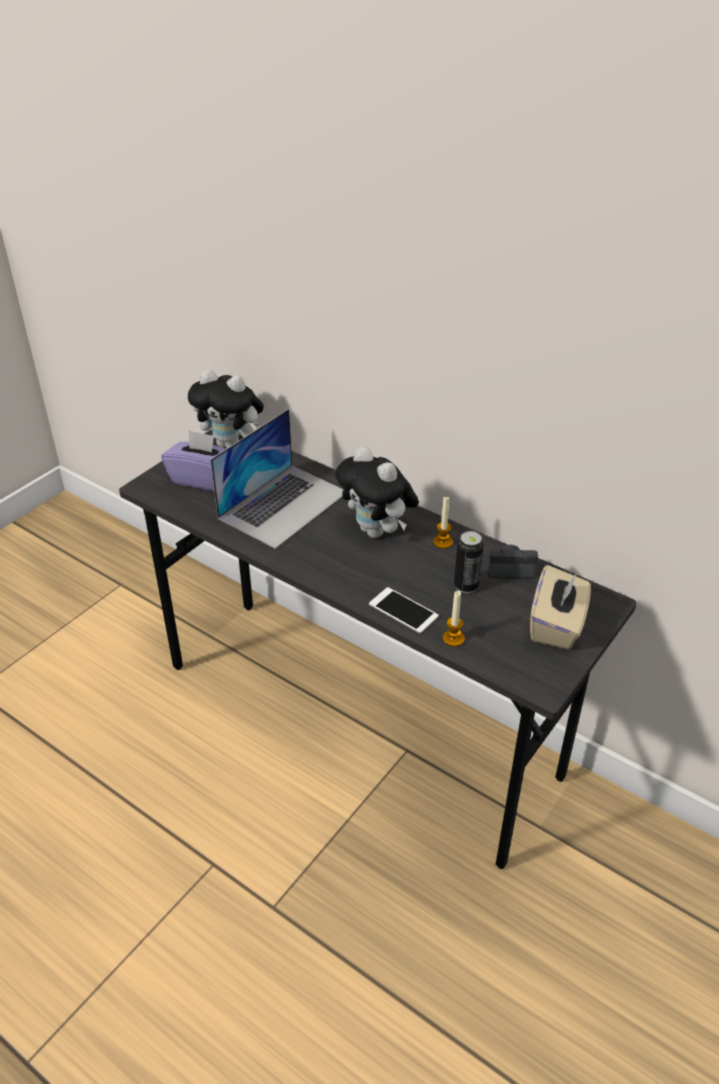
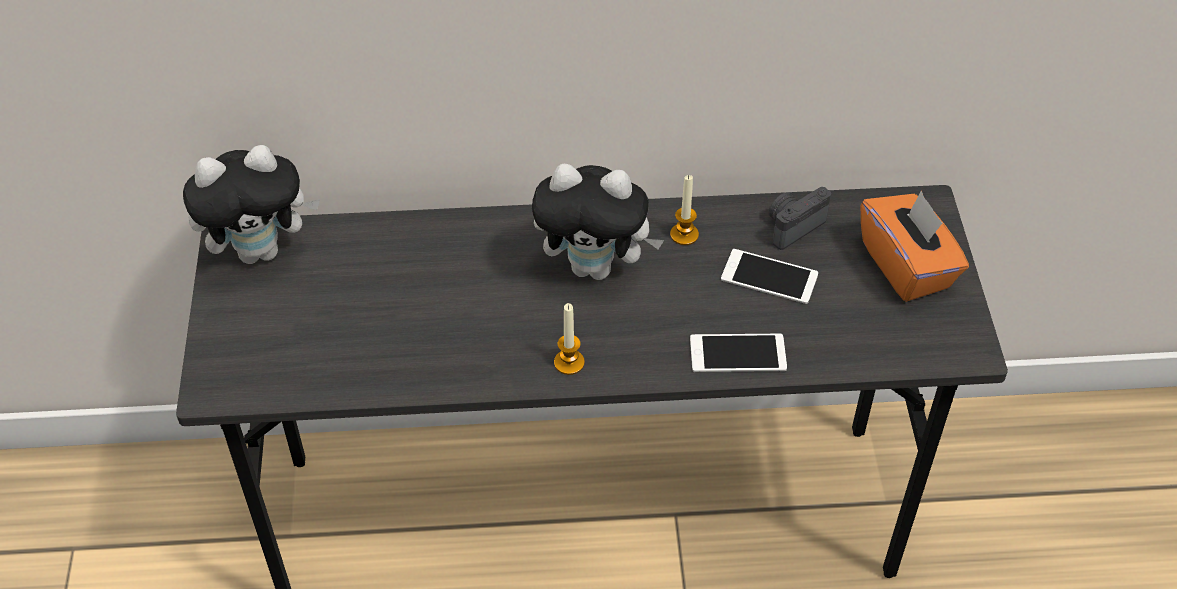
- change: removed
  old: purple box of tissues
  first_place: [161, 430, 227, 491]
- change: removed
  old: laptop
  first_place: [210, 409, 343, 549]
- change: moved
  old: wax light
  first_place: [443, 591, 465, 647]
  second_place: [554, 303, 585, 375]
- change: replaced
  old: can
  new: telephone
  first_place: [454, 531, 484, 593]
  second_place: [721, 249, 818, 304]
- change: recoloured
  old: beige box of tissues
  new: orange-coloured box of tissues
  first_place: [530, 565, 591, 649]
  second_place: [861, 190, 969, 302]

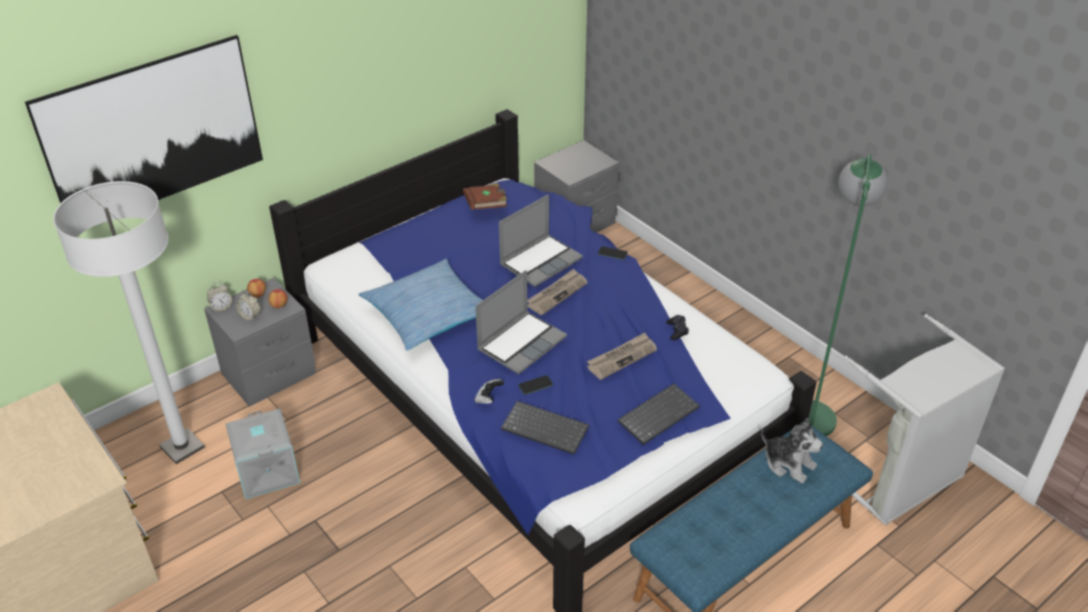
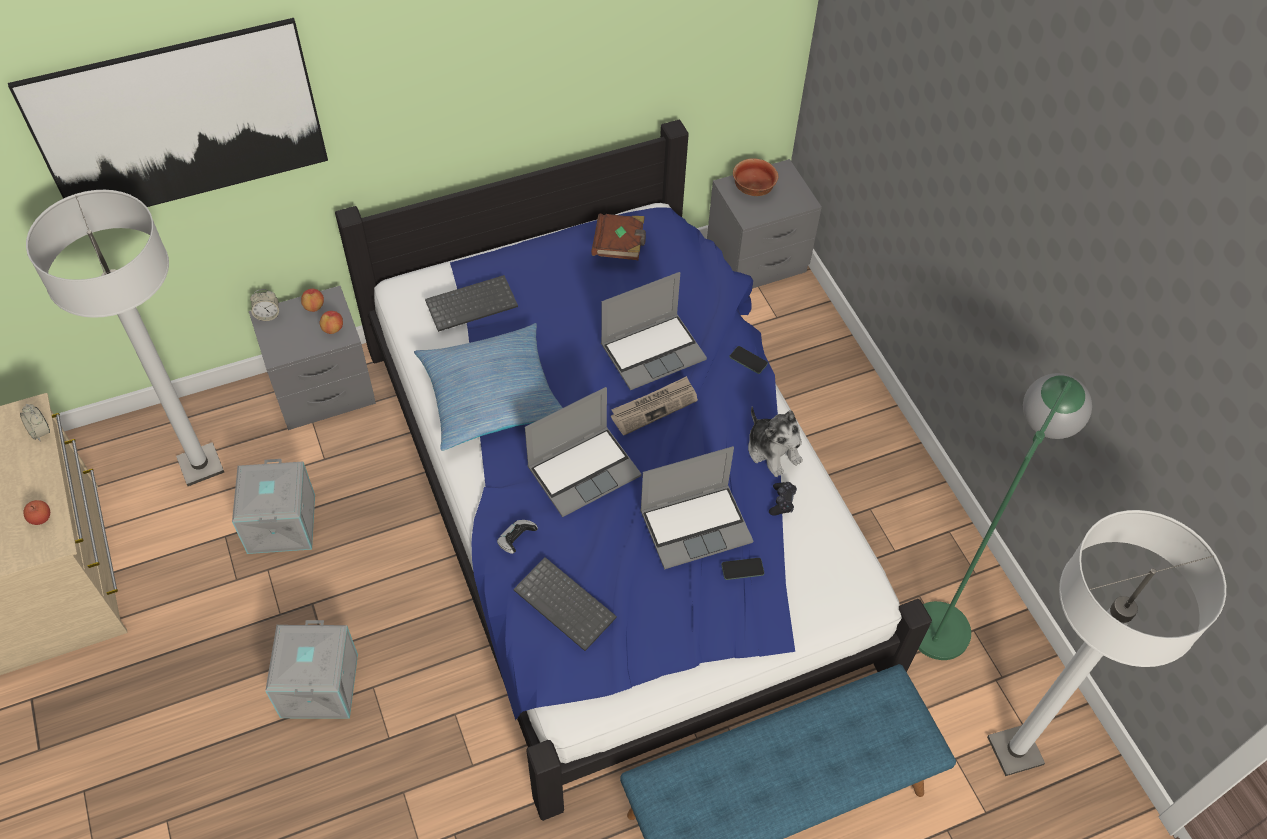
- change: added
  new: apple fruit
  second_place: [23, 500, 50, 525]
- change: added
  new: greyish storage box
  second_place: [265, 620, 358, 719]
- change: added
  new: serving bowl
  second_place: [733, 158, 778, 196]
- change: moved
  old: bedside clock
  first_place: [236, 291, 261, 321]
  second_place: [20, 404, 50, 442]
- change: moved
  old: telephone
  first_place: [518, 375, 553, 395]
  second_place: [721, 558, 764, 580]
- change: moved
  old: PC keyboard
  first_place: [618, 384, 700, 445]
  second_place: [425, 275, 518, 332]
- change: moved
  old: plush toy
  first_place: [761, 418, 823, 483]
  second_place: [748, 407, 803, 477]
- change: replaced
  old: newspaper
  new: laptop
  first_place: [587, 332, 657, 380]
  second_place: [640, 446, 753, 569]
- change: replaced
  old: greyish laundry basket
  new: whitish floor lamp
  first_place: [844, 314, 1005, 526]
  second_place: [987, 510, 1226, 776]

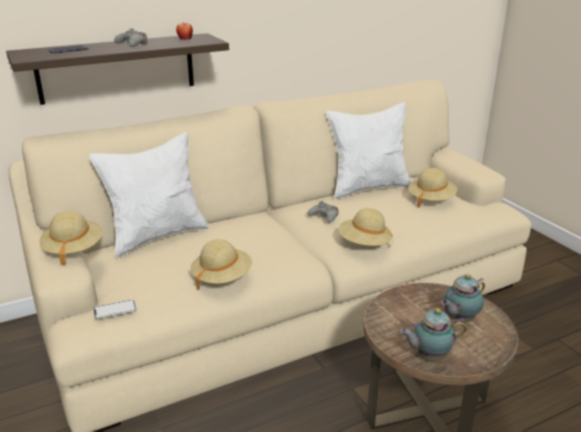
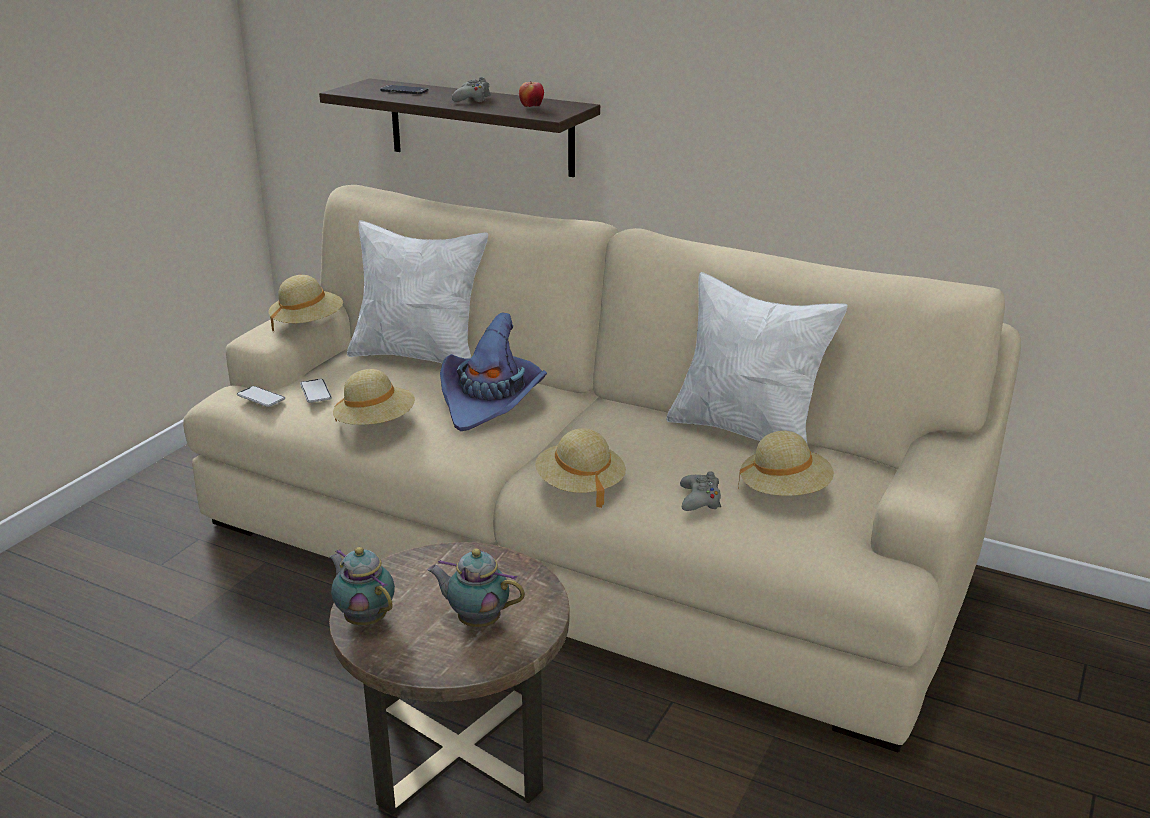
- change: added
  new: telephone
  second_place: [300, 379, 332, 403]
- change: added
  new: purple wearable hat
  second_place: [440, 312, 547, 431]
- change: moved
  old: greyish joypad
  first_place: [308, 201, 339, 223]
  second_place: [680, 471, 721, 511]

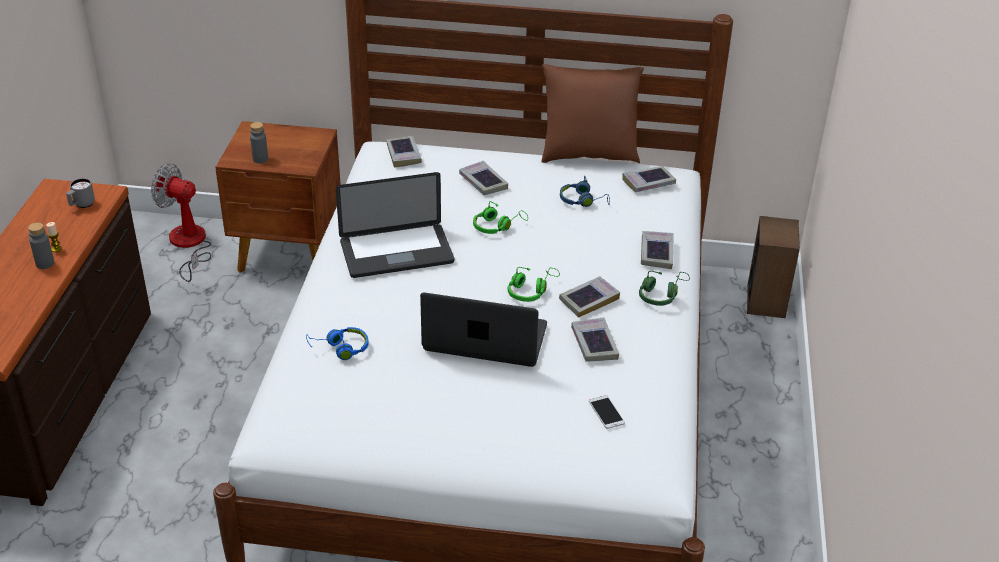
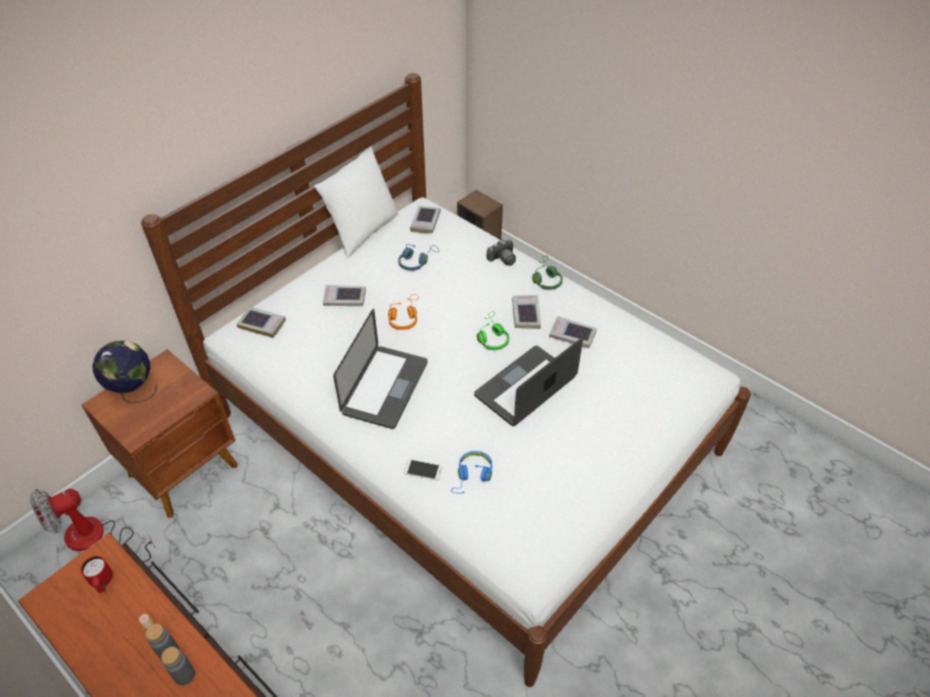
- change: added
  new: desk globe
  second_place: [93, 340, 157, 403]
- change: moved
  old: greyish bottle
  first_place: [250, 122, 268, 163]
  second_place: [161, 647, 195, 685]
- change: moved
  old: telephone
  first_place: [589, 395, 625, 429]
  second_place: [404, 459, 442, 480]
- change: replaced
  old: bound book
  new: photo camera
  first_place: [641, 231, 674, 269]
  second_place: [487, 239, 516, 266]
- change: recoloured
  old: greyish tea mug
  new: red-coloured tea mug
  first_place: [66, 178, 95, 208]
  second_place: [81, 556, 113, 593]
- change: recoloured
  old: green-coloured headset
  new: orange-coloured headset
  first_place: [473, 201, 528, 234]
  second_place: [388, 294, 419, 330]
- change: recoloured
  old: brown-coloured cushion
  new: whitish cushion
  first_place: [541, 64, 644, 163]
  second_place: [314, 146, 398, 259]

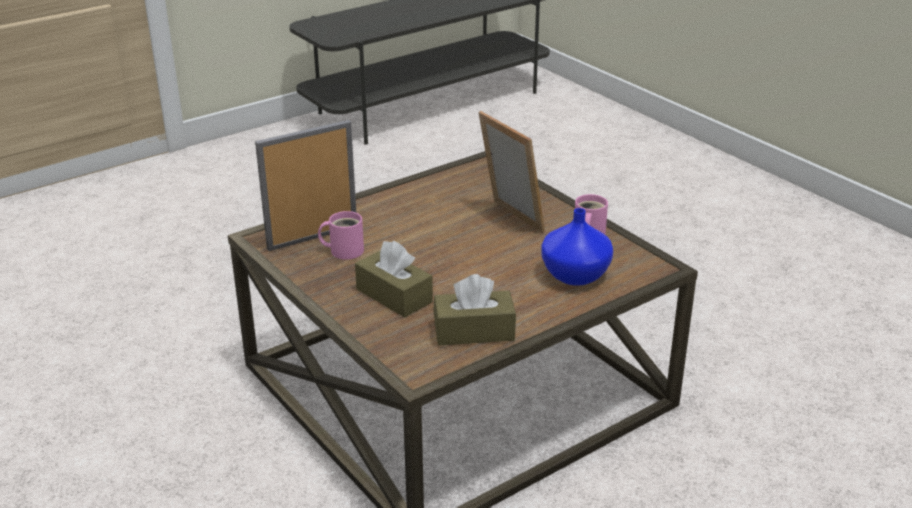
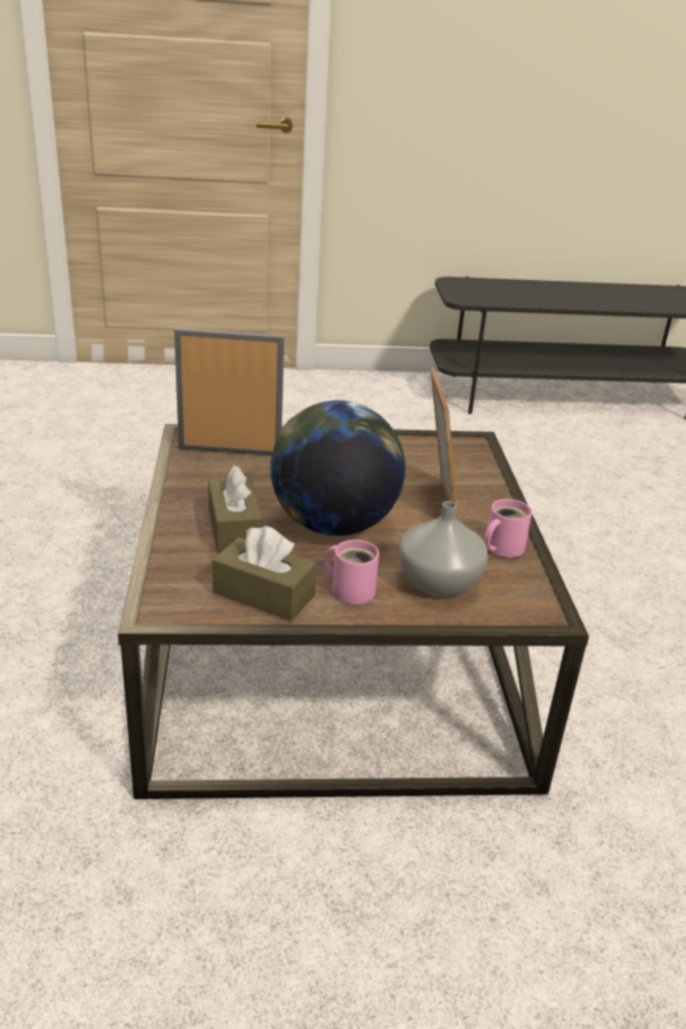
- change: added
  new: desk globe
  second_place: [271, 400, 405, 536]
- change: moved
  old: pink-coloured tea mug
  first_place: [318, 211, 364, 260]
  second_place: [324, 540, 379, 604]
- change: recoloured
  old: blue-coloured flower vase
  new: greyish flower vase
  first_place: [541, 208, 613, 286]
  second_place: [398, 501, 488, 597]

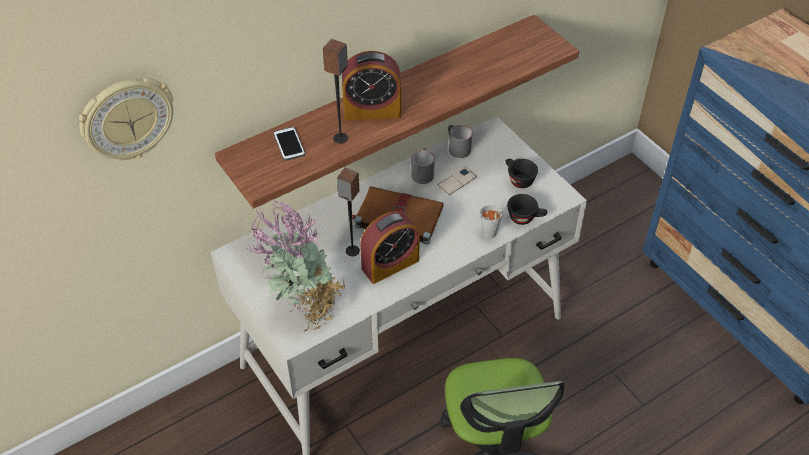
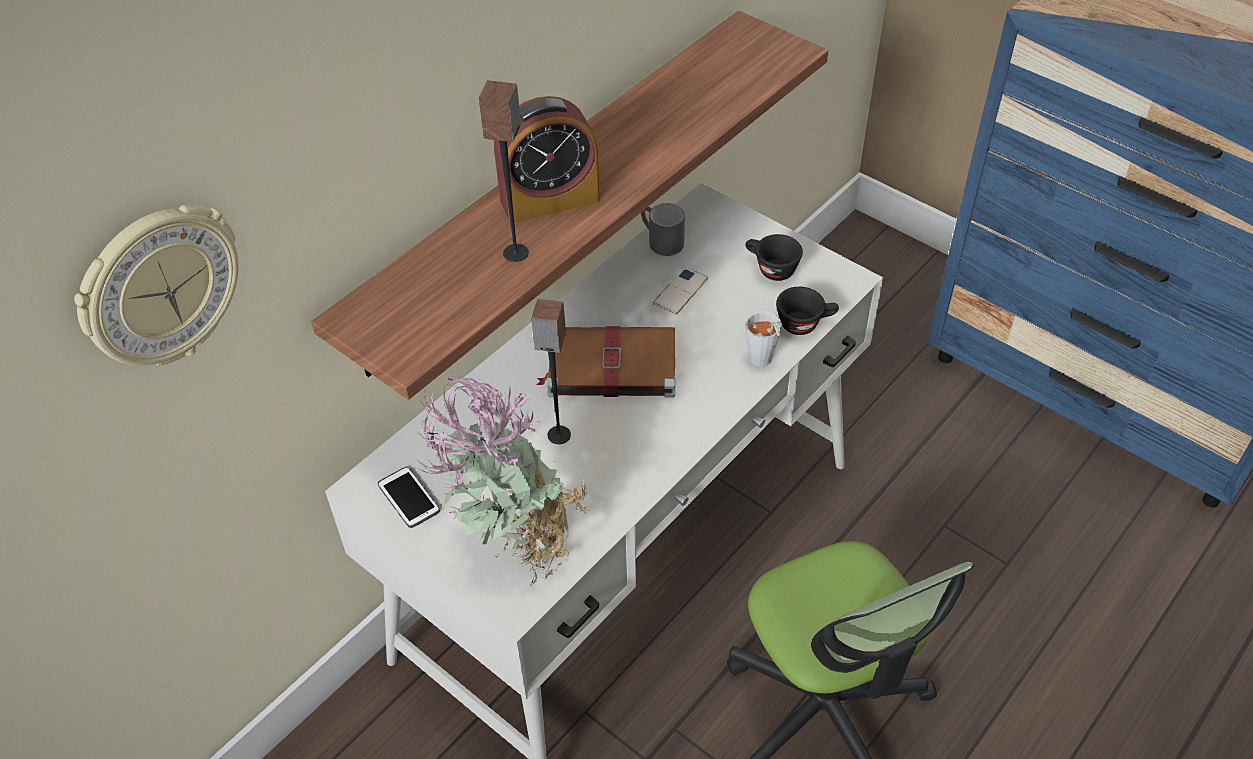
- change: removed
  old: bedside clock
  first_place: [360, 211, 420, 284]
- change: removed
  old: greyish tea mug
  first_place: [411, 148, 435, 184]
- change: moved
  old: telephone
  first_place: [273, 127, 305, 161]
  second_place: [378, 467, 440, 528]

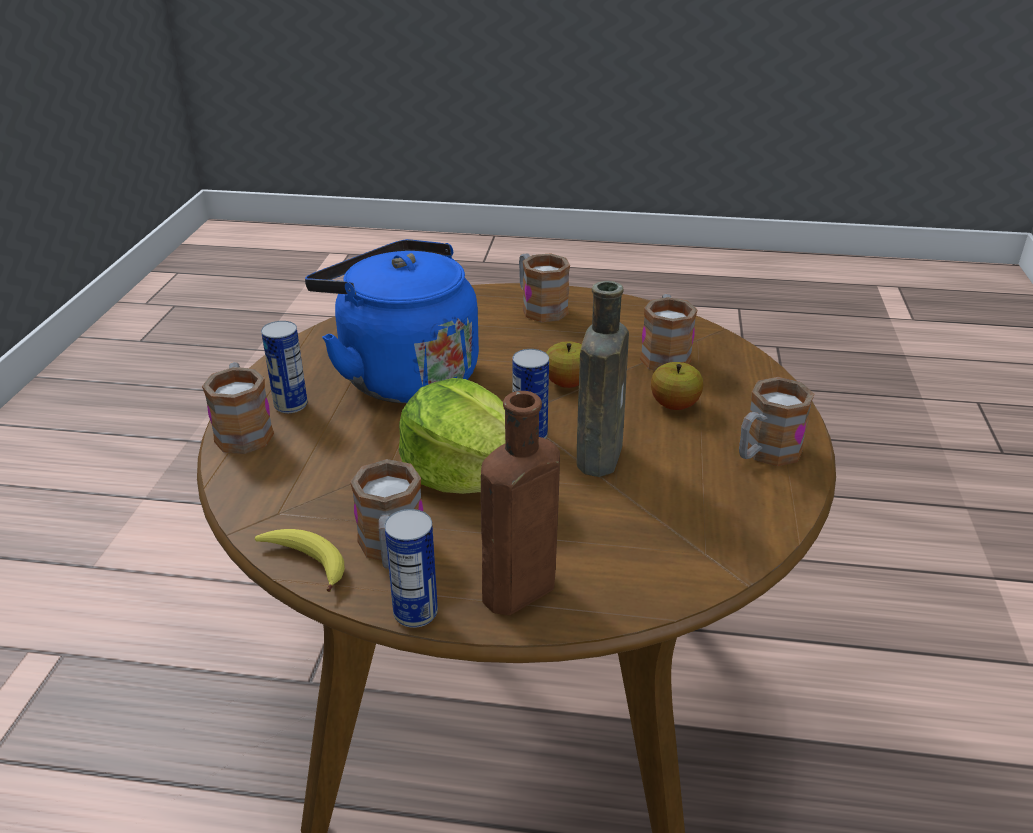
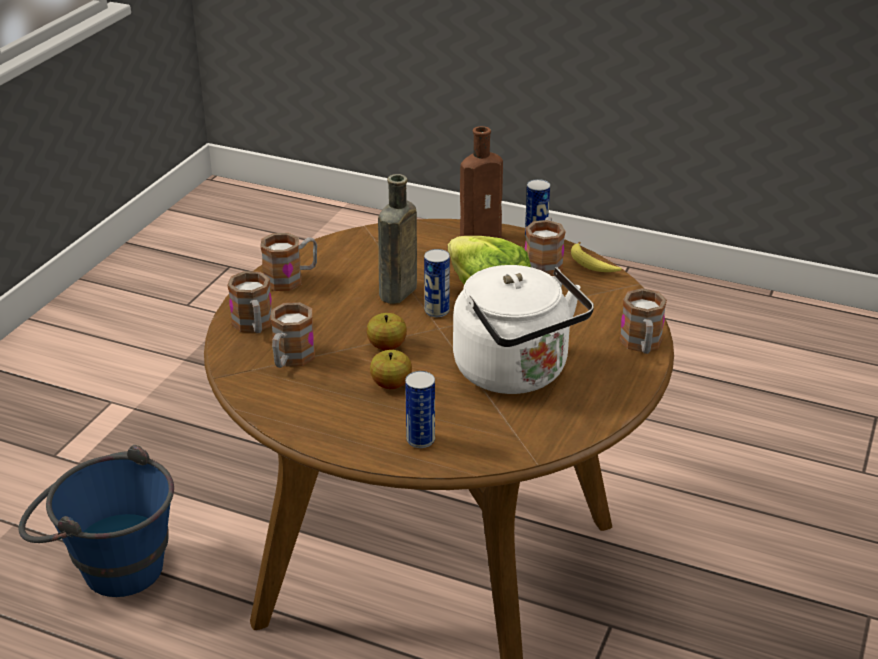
- change: added
  new: blue-coloured bucket
  second_place: [18, 445, 174, 597]
- change: moved
  old: can
  first_place: [261, 321, 307, 413]
  second_place: [405, 371, 435, 448]
- change: moved
  old: tea mug
  first_place: [519, 253, 570, 322]
  second_place: [227, 271, 272, 333]
- change: moved
  old: apple fruit
  first_place: [651, 362, 703, 410]
  second_place: [370, 350, 412, 389]
- change: recoloured
  old: blue-coloured tea kettle
  new: whitish tea kettle
  first_place: [305, 239, 479, 403]
  second_place: [453, 265, 594, 394]

